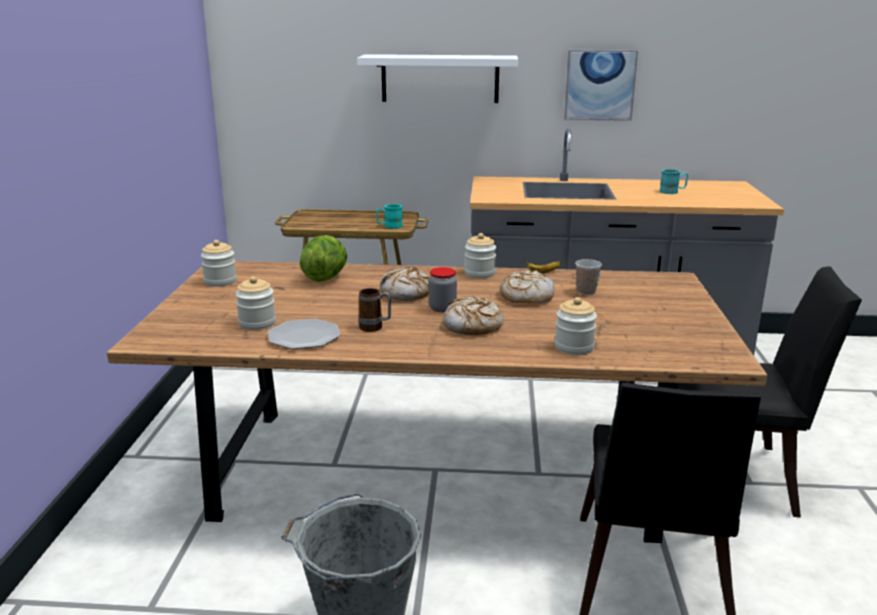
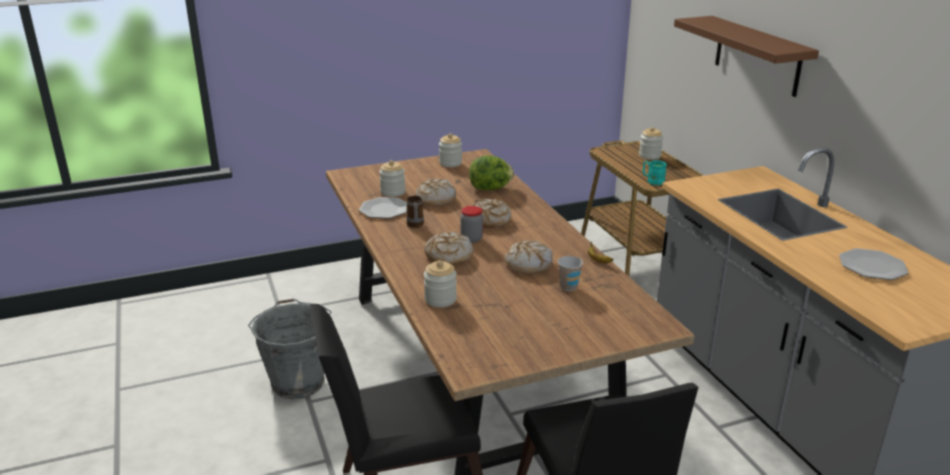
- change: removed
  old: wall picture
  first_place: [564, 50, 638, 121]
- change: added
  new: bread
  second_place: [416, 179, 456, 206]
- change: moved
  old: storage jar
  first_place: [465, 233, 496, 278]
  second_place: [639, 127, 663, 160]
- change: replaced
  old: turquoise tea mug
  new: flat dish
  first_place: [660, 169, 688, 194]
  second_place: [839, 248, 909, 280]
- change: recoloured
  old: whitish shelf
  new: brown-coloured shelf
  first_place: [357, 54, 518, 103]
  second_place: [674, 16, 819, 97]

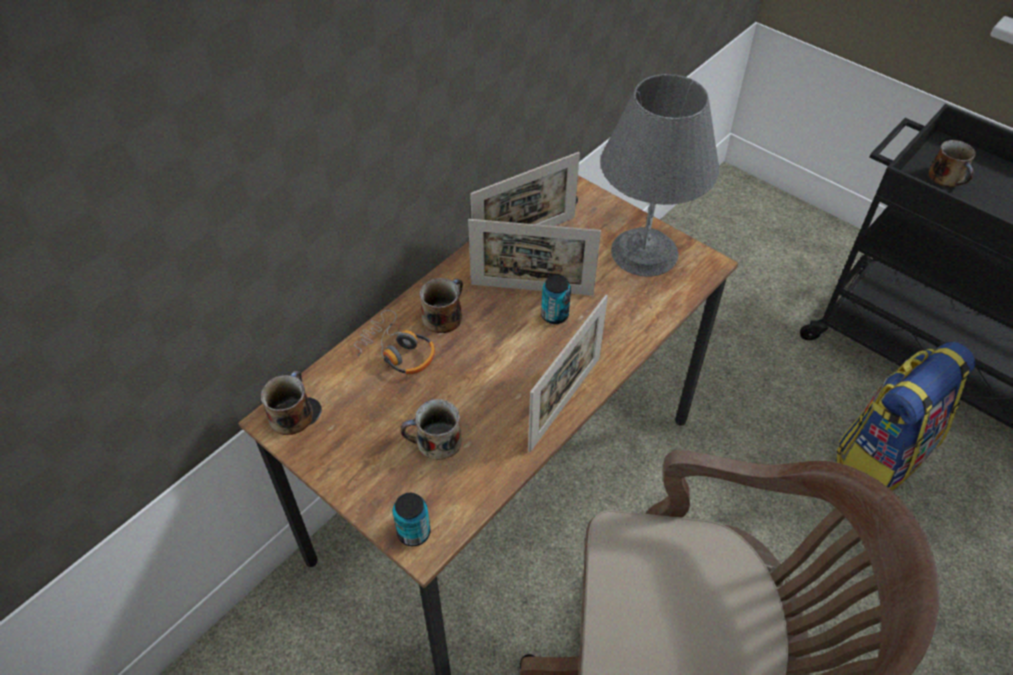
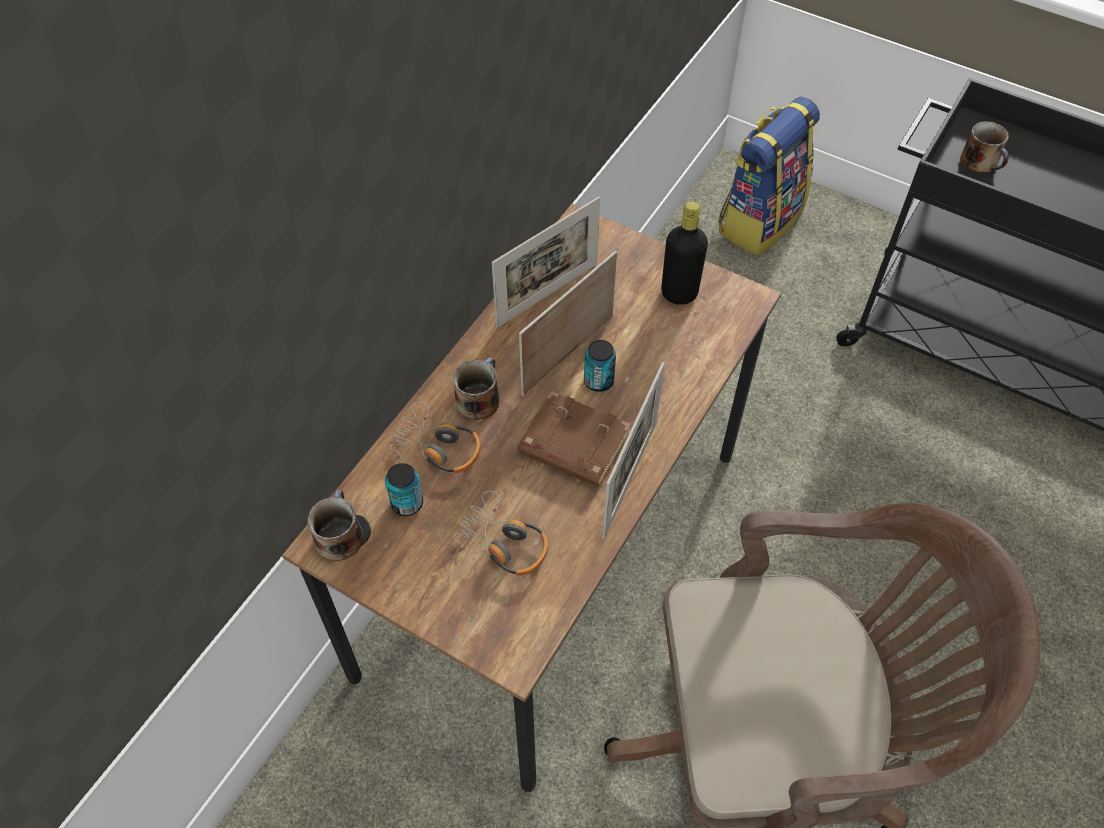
- change: added
  new: brown-coloured bound book
  second_place: [518, 391, 631, 487]
- change: moved
  old: can
  first_place: [393, 493, 431, 546]
  second_place: [385, 463, 423, 516]
- change: moved
  old: backpack
  first_place: [837, 341, 976, 491]
  second_place: [718, 97, 820, 255]
- change: replaced
  old: tea mug
  new: headset
  first_place: [401, 399, 462, 460]
  second_place: [453, 491, 548, 576]
- change: replaced
  old: greyish lamp for a table
  new: black bottle
  first_place: [600, 74, 719, 277]
  second_place: [661, 202, 708, 305]
- change: turned
  old: picture frame
  first_place: [468, 219, 601, 296]
  second_place: [519, 250, 617, 396]
  degrees: 135

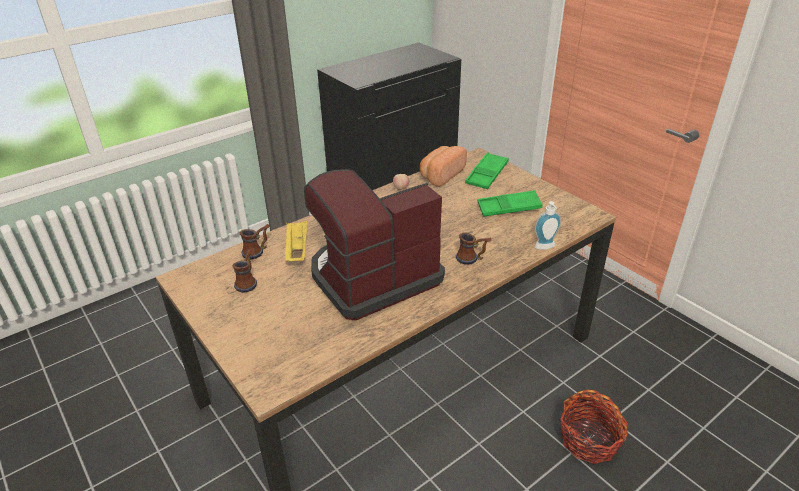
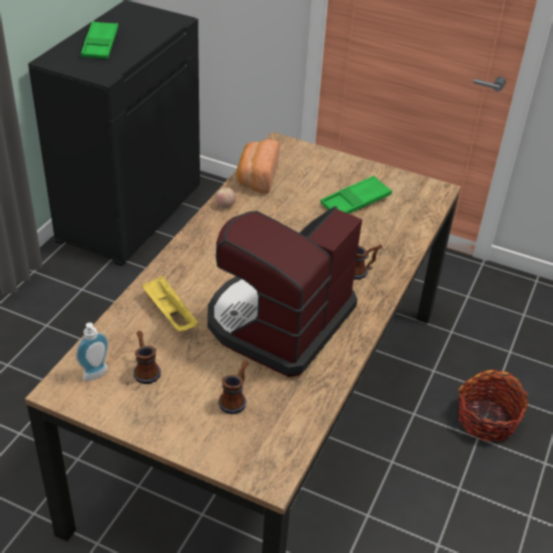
- change: moved
  old: tea mug
  first_place: [240, 224, 270, 259]
  second_place: [218, 361, 249, 414]
- change: moved
  old: green-coloured tray
  first_place: [465, 152, 509, 189]
  second_place: [81, 21, 118, 59]
- change: moved
  old: soap dispenser
  first_place: [535, 201, 561, 250]
  second_place: [76, 323, 109, 381]

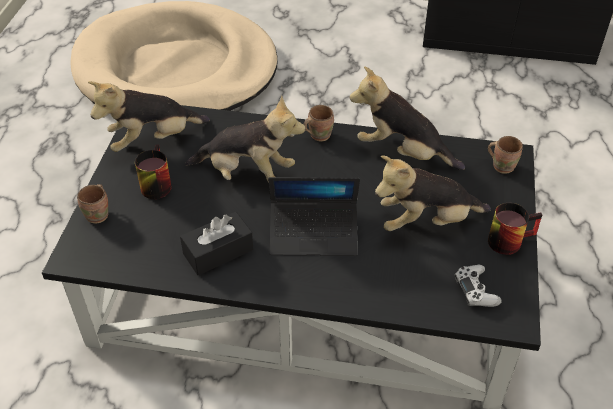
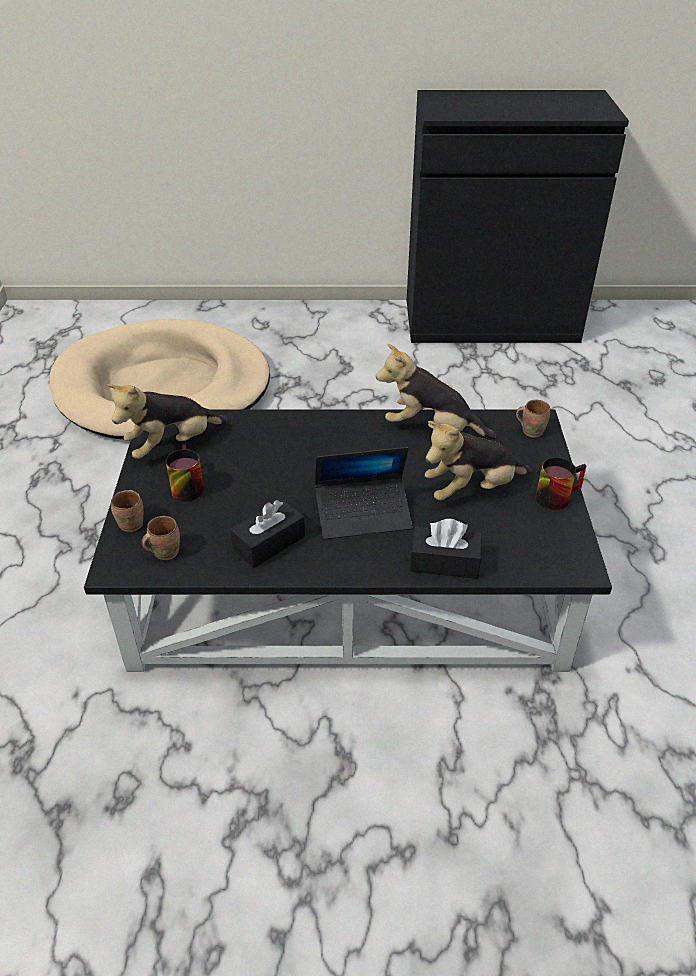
- change: removed
  old: plush toy
  first_place: [185, 96, 306, 183]
- change: removed
  old: whitish joypad
  first_place: [455, 265, 502, 307]
- change: added
  new: black box of tissues
  second_place: [410, 519, 482, 579]
- change: moved
  old: brown-coloured tea mug
  first_place: [304, 105, 334, 141]
  second_place: [141, 516, 180, 560]

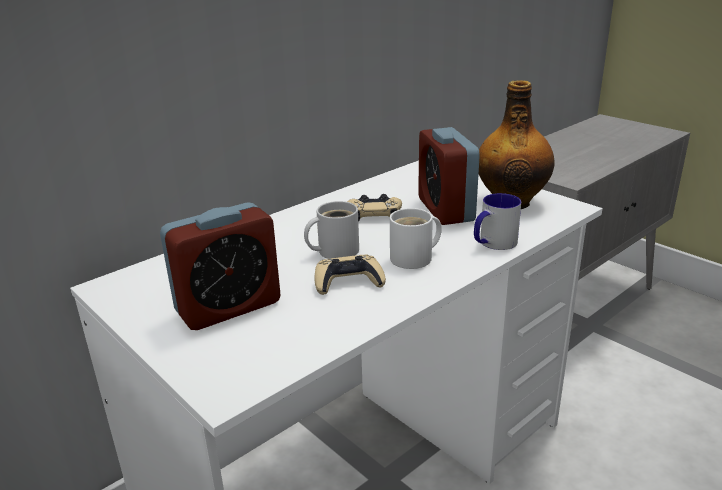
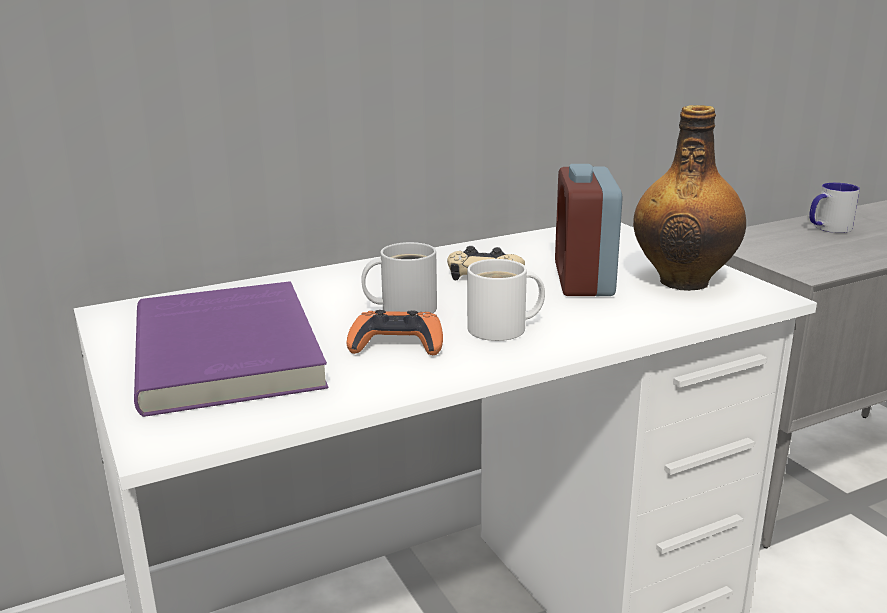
- change: moved
  old: tea mug
  first_place: [474, 193, 521, 250]
  second_place: [809, 183, 860, 233]
- change: replaced
  old: bedside clock
  new: purple bound book
  first_place: [160, 202, 281, 330]
  second_place: [134, 281, 328, 417]
- change: recoloured
  old: beige joypad
  new: orange-coloured joypad
  first_place: [314, 254, 386, 295]
  second_place: [346, 310, 443, 355]

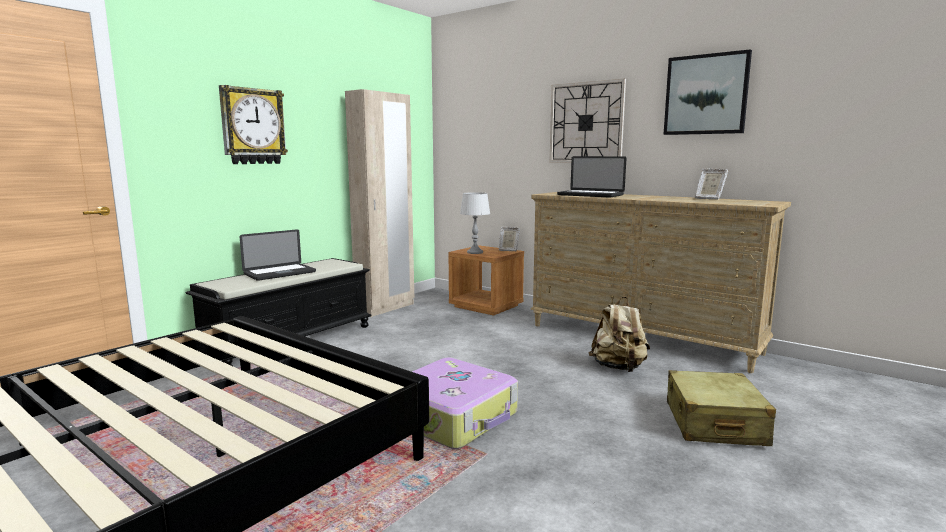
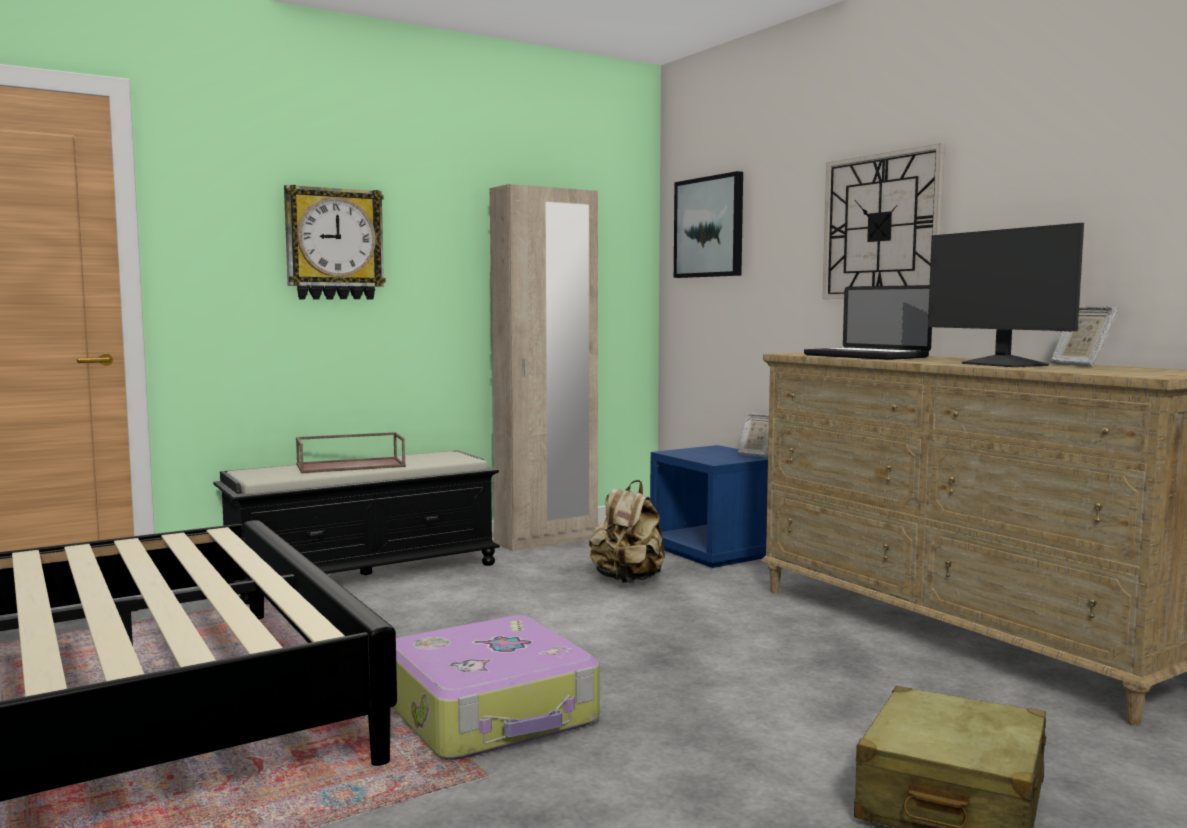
- change: removed
  old: greyish lamp for a table
  first_place: [460, 192, 490, 254]
- change: added
  new: computer display
  second_place: [928, 223, 1084, 367]
- change: moved
  old: beige backpack
  first_place: [588, 297, 650, 372]
  second_place: [589, 480, 665, 583]
- change: moved
  old: wall picture
  first_place: [663, 49, 752, 135]
  second_place: [674, 171, 743, 278]
- change: replaced
  old: laptop
  new: brown-coloured tray
  first_place: [240, 229, 316, 281]
  second_place: [296, 432, 406, 473]
- change: recoloured
  old: brown-coloured bedside table
  new: blue-coloured bedside table
  first_place: [449, 246, 524, 316]
  second_place: [650, 445, 768, 568]

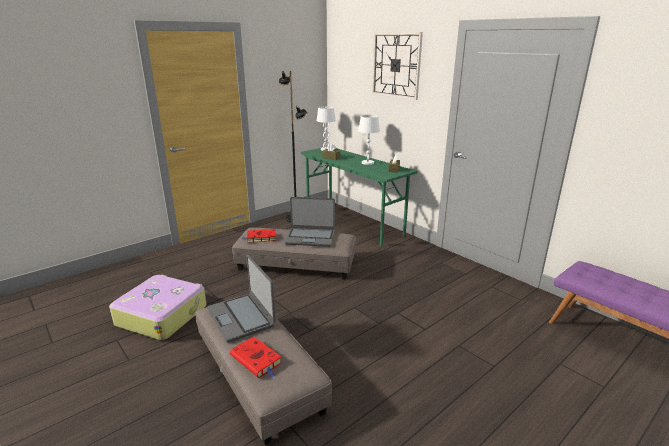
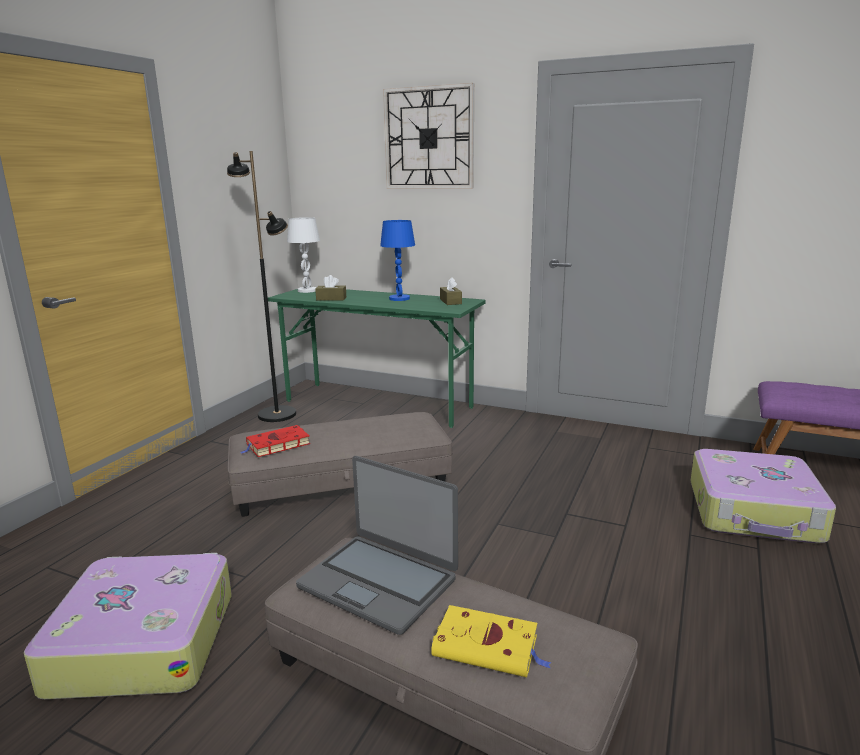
- change: removed
  old: laptop
  first_place: [285, 197, 335, 247]
- change: added
  new: piece of luggage
  second_place: [691, 449, 836, 543]
- change: recoloured
  old: red-coloured bound book
  new: yellow-coloured bound book
  first_place: [230, 337, 282, 378]
  second_place: [431, 605, 552, 677]
- change: recoloured
  old: whitish lamp for a table
  new: blue-coloured lamp for a table
  first_place: [358, 115, 380, 165]
  second_place: [380, 220, 415, 301]

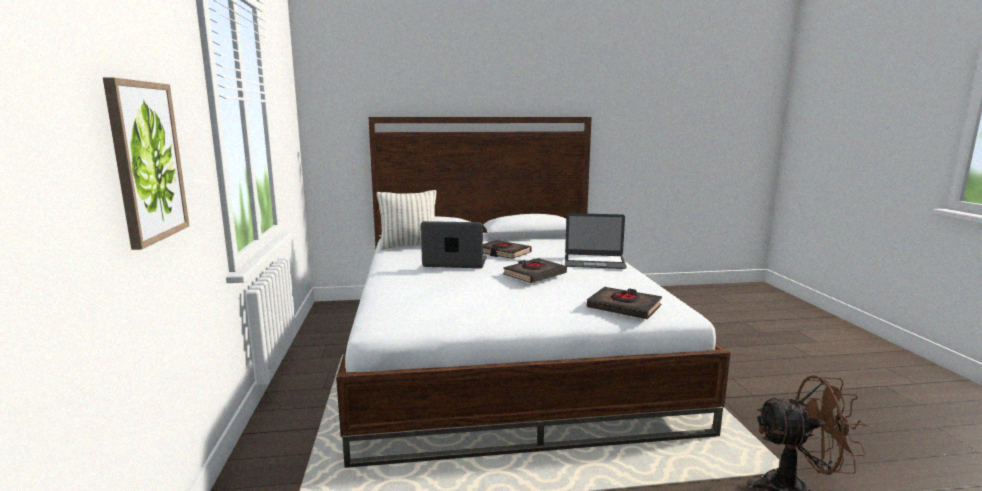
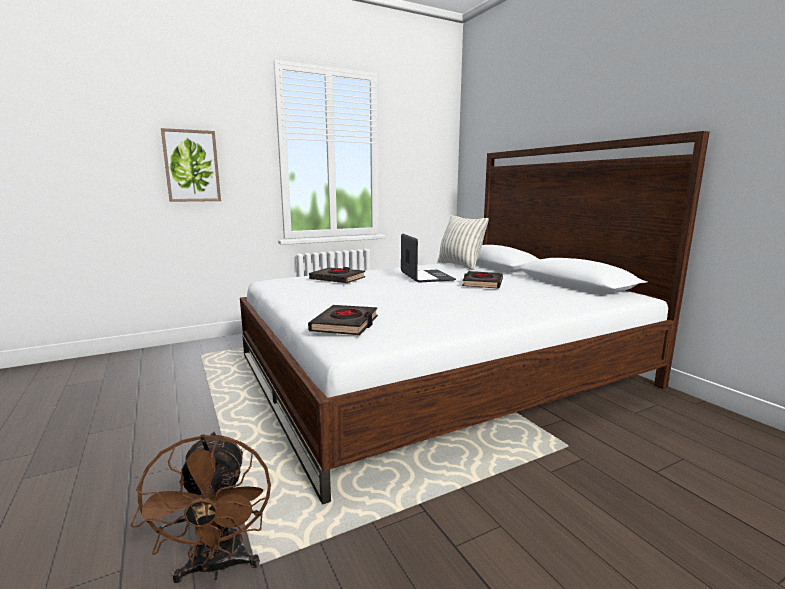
- change: removed
  old: laptop
  first_place: [565, 213, 627, 269]
- change: moved
  old: black bound book
  first_place: [503, 258, 567, 283]
  second_place: [309, 267, 365, 283]

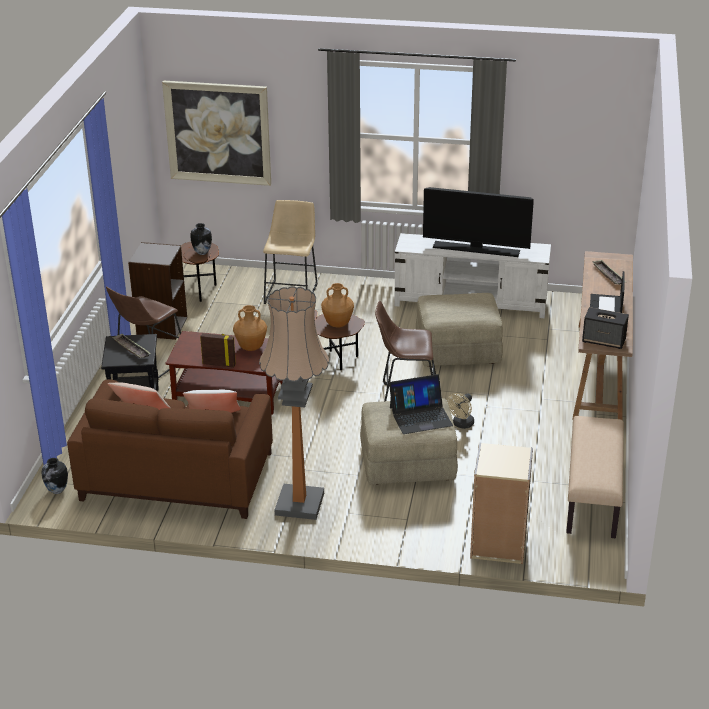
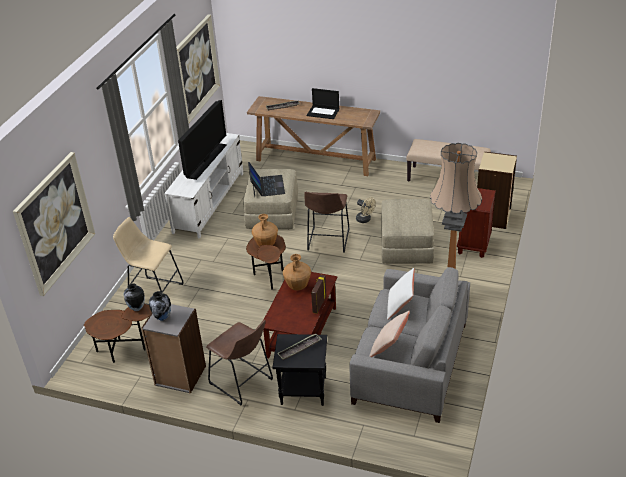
- change: removed
  old: audio speaker
  first_place: [582, 307, 629, 349]
- change: added
  new: wall picture
  second_place: [176, 14, 220, 124]
- change: added
  new: brown-coloured bedside table
  second_place: [457, 188, 496, 258]
- change: moved
  old: flower vase
  first_place: [42, 458, 68, 494]
  second_place: [149, 291, 171, 321]
- change: moved
  old: laptop
  first_place: [389, 374, 453, 434]
  second_place: [248, 162, 285, 197]
- change: recoloured
  old: brown-coloured couch
  new: greyish couch
  first_place: [67, 379, 273, 519]
  second_place: [349, 267, 470, 423]

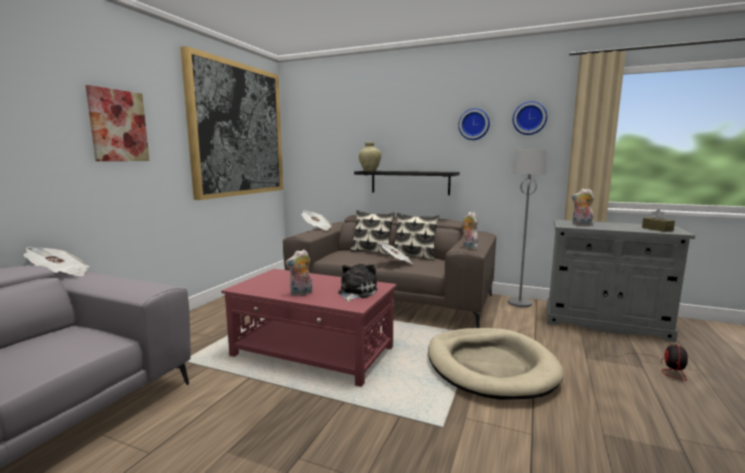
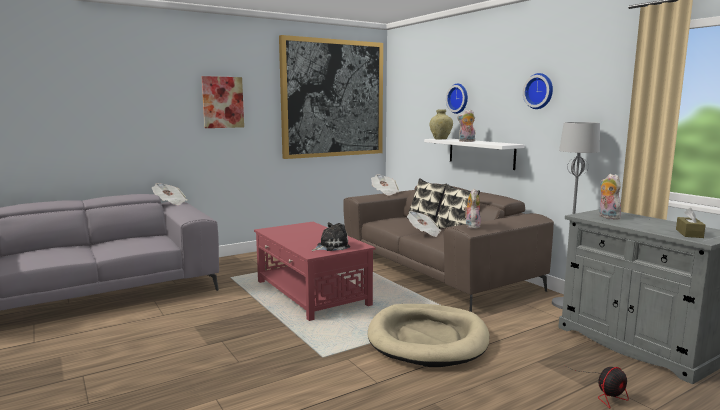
- change: moved
  old: plush toy
  first_place: [285, 250, 313, 296]
  second_place: [457, 110, 475, 142]
- change: moved
  old: clock on the wall
  first_place: [513, 101, 547, 135]
  second_place: [446, 84, 468, 114]
- change: recoloured
  old: black shelf
  new: whitish shelf
  first_place: [354, 171, 460, 195]
  second_place: [424, 138, 525, 170]

